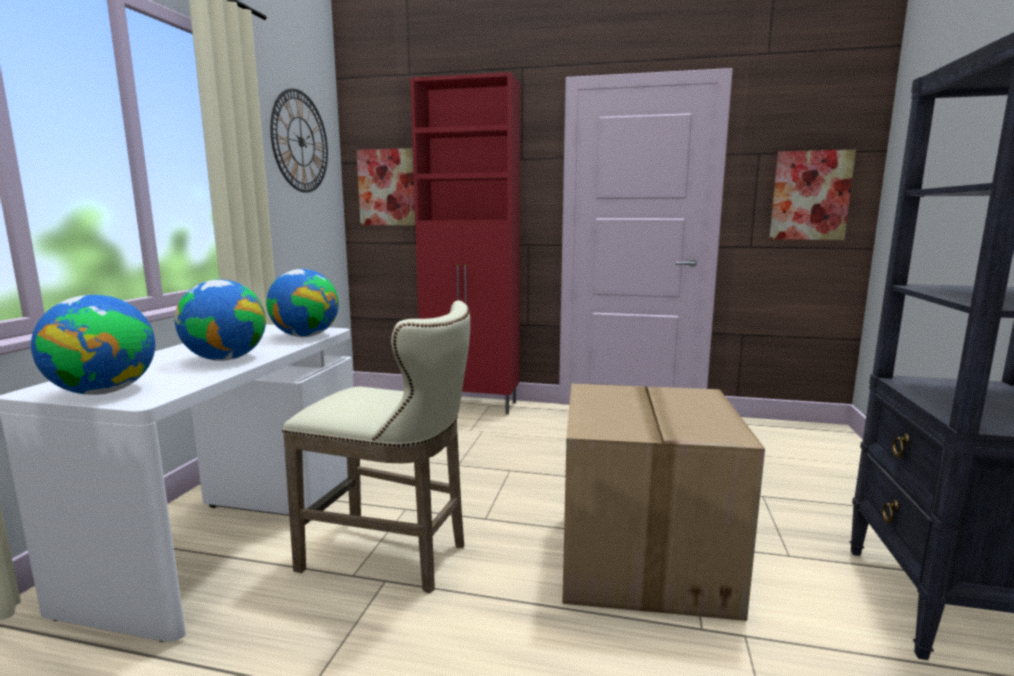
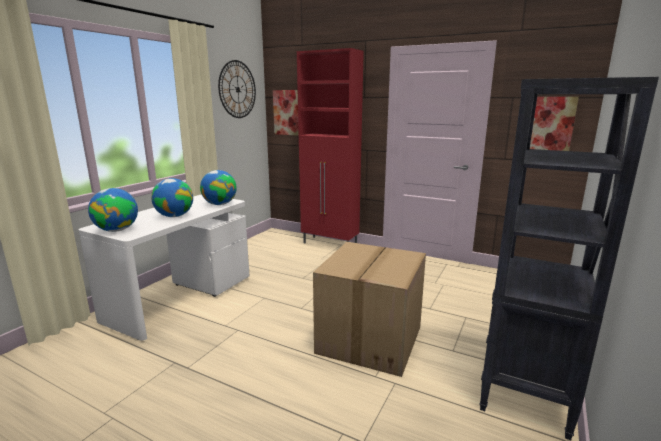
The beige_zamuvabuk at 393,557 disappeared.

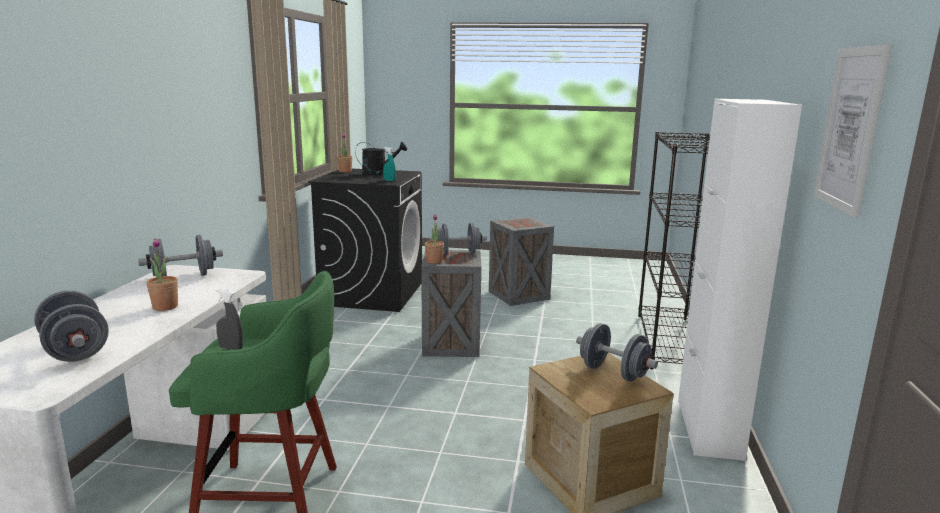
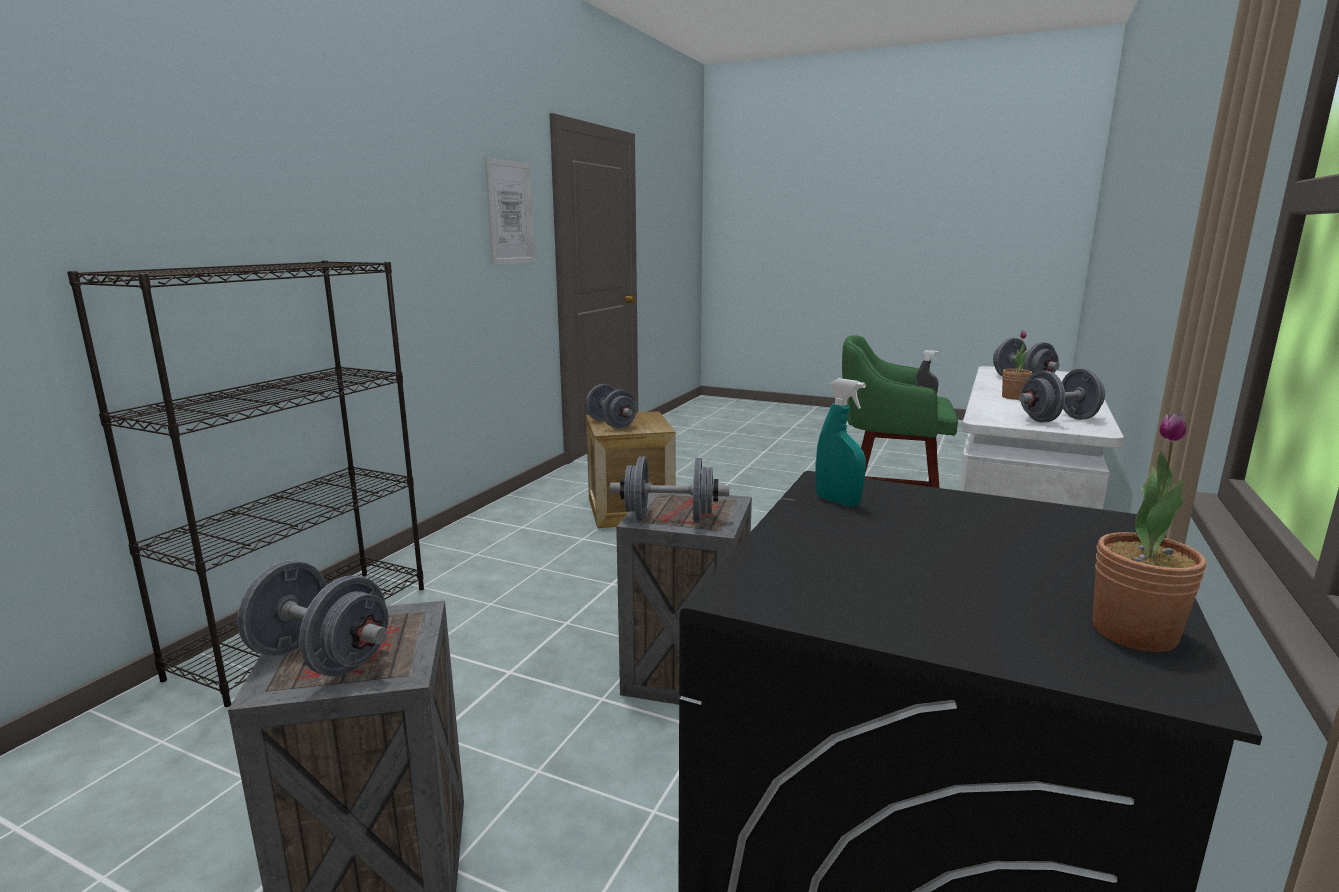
The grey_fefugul at 320,658 appeared. The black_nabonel at 379,173 disappeared. The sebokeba at 434,261 disappeared. The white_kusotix at 709,428 disappeared.

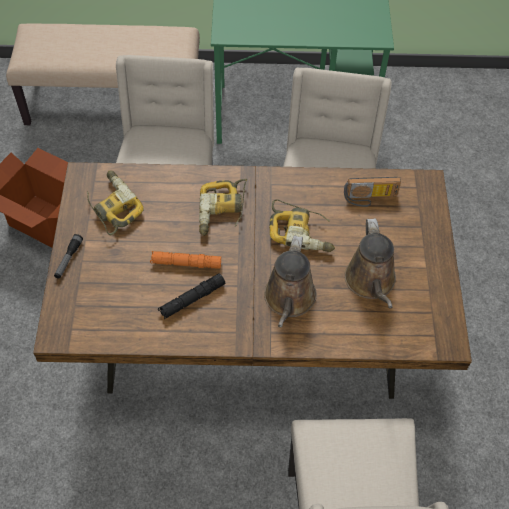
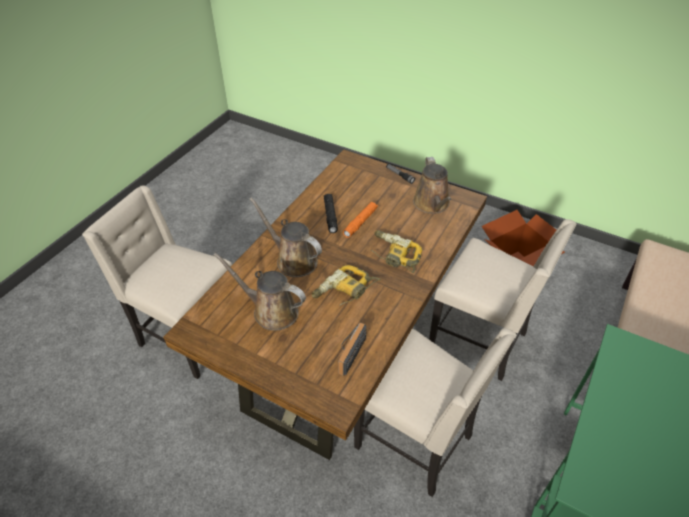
The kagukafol at 112,206 was replaced by the brown_nabonel at 432,204.

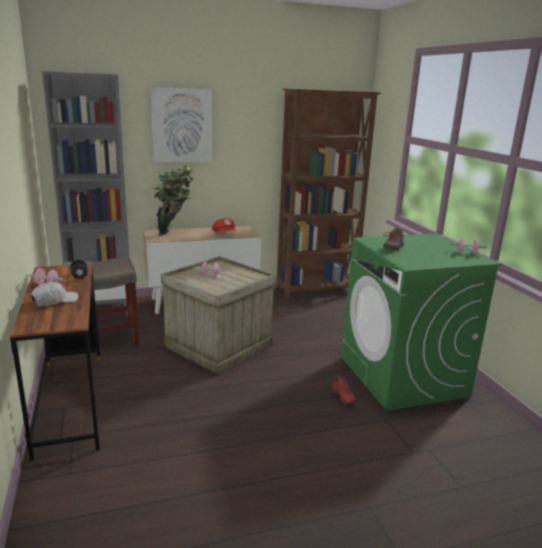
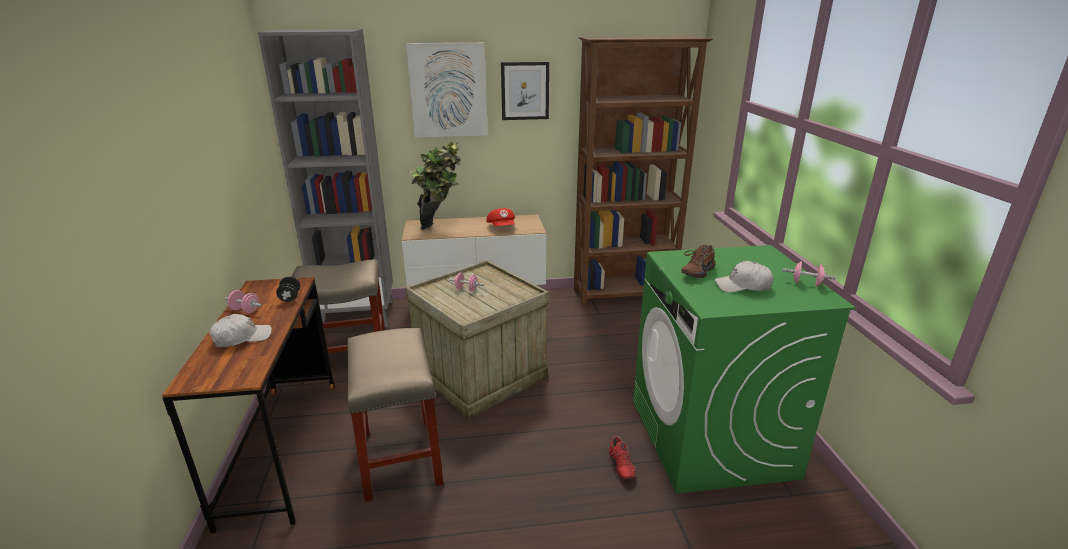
The beige_zamuvabuk at 401,458 appeared. The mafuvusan at 525,91 appeared. The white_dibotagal at 743,286 appeared.

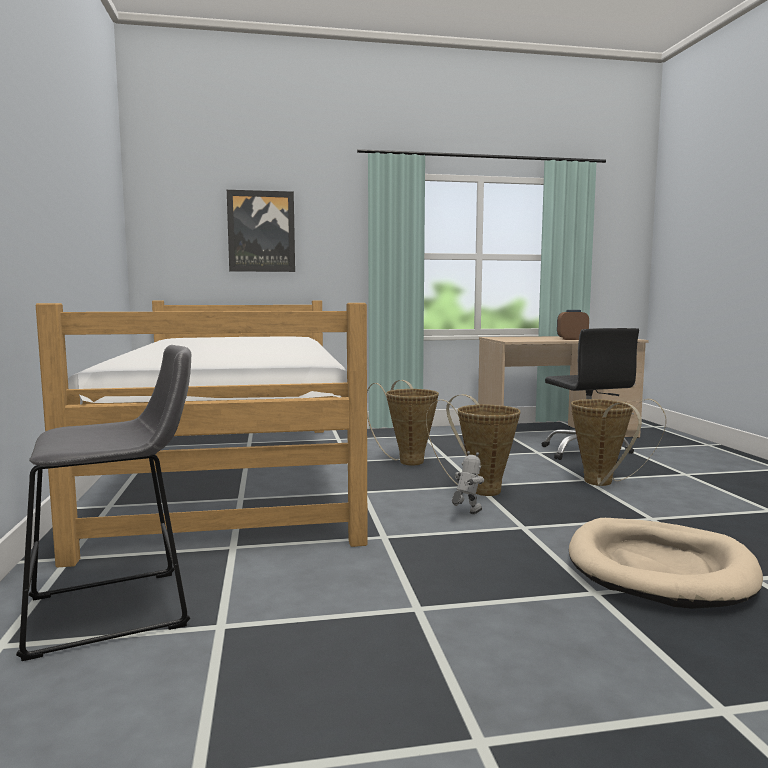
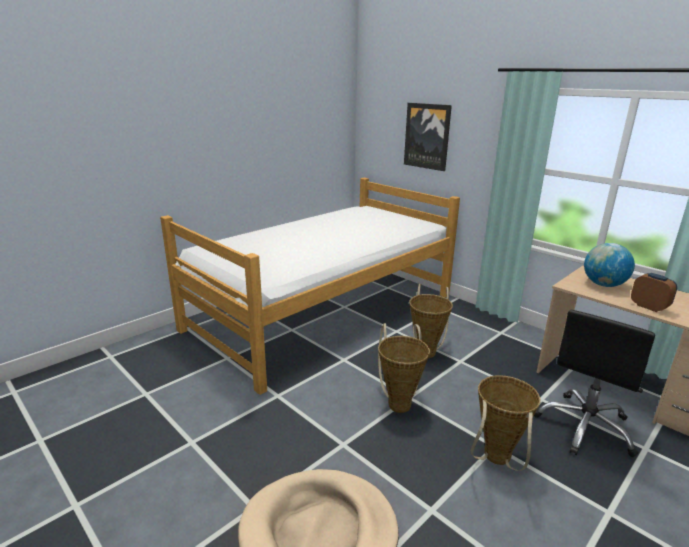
The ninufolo at 603,285 appeared. The grey_zamuvabuk at 118,610 disappeared. The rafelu at 466,514 disappeared.

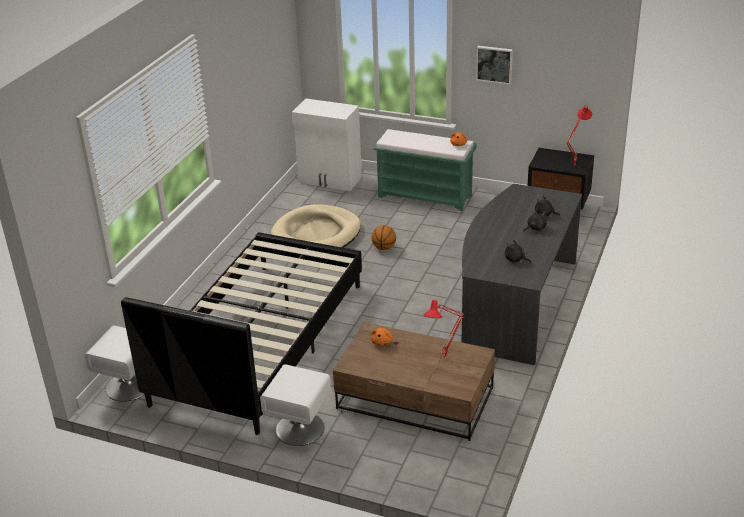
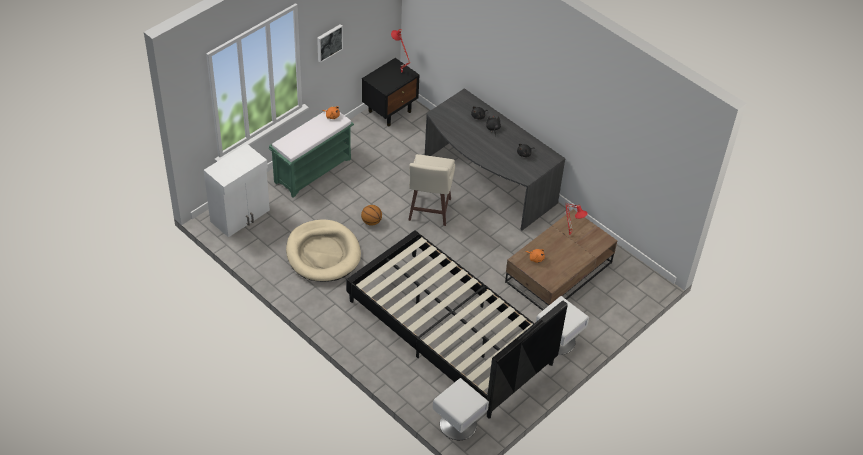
The beige_zamuvabuk at 429,210 appeared.

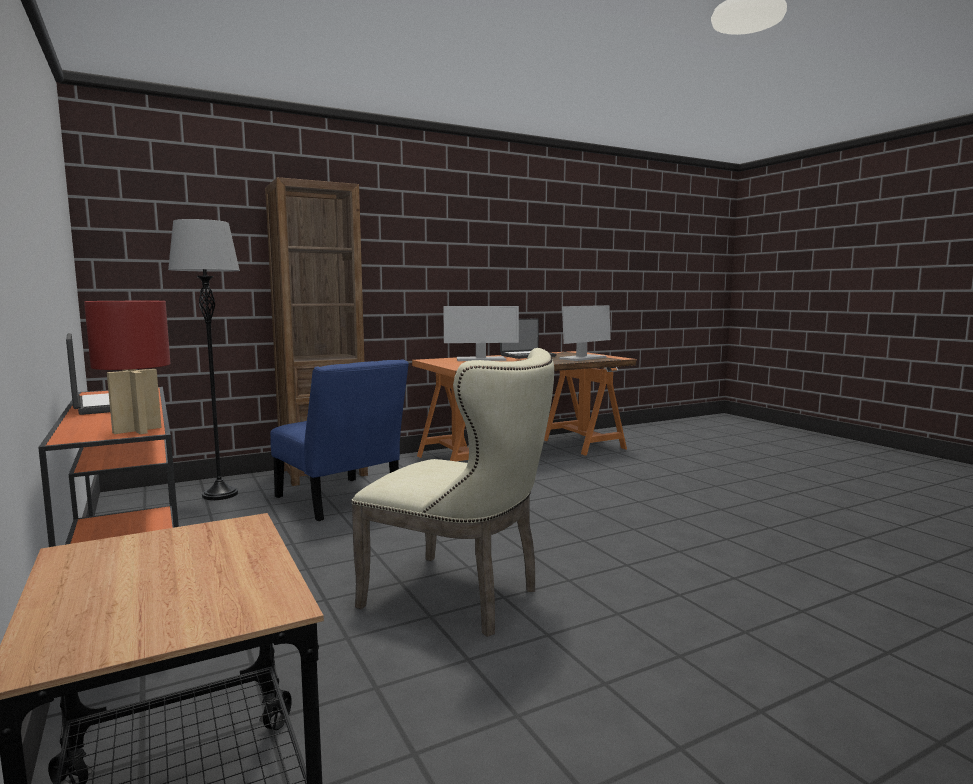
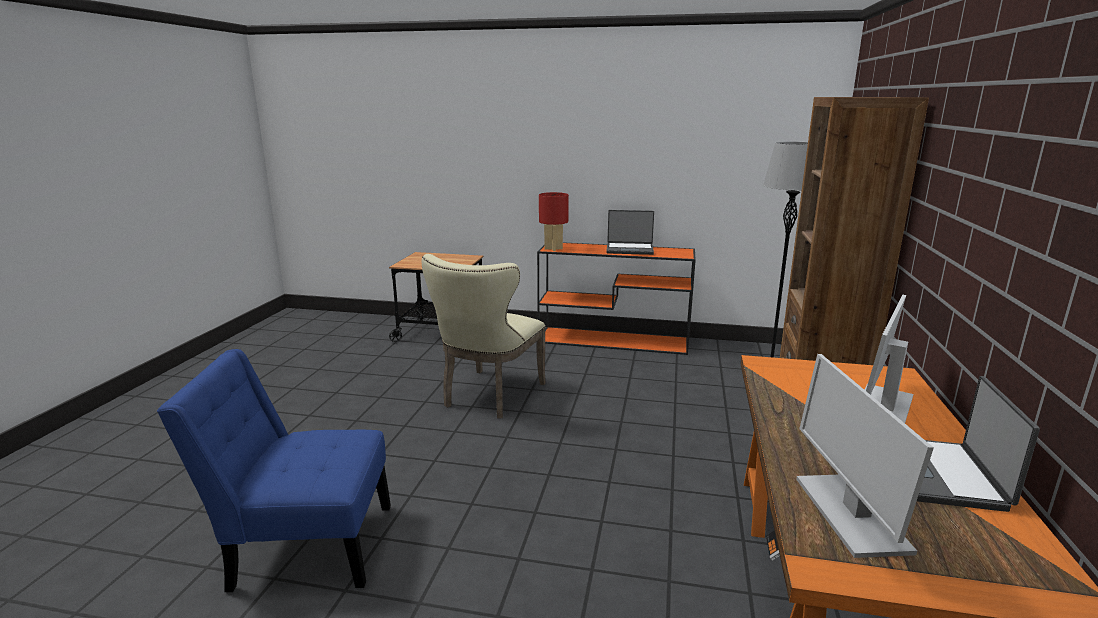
The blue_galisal moved from 341,501 to 305,545. The beige_galisal at 462,597 turned 45 degrees counterclockwise.

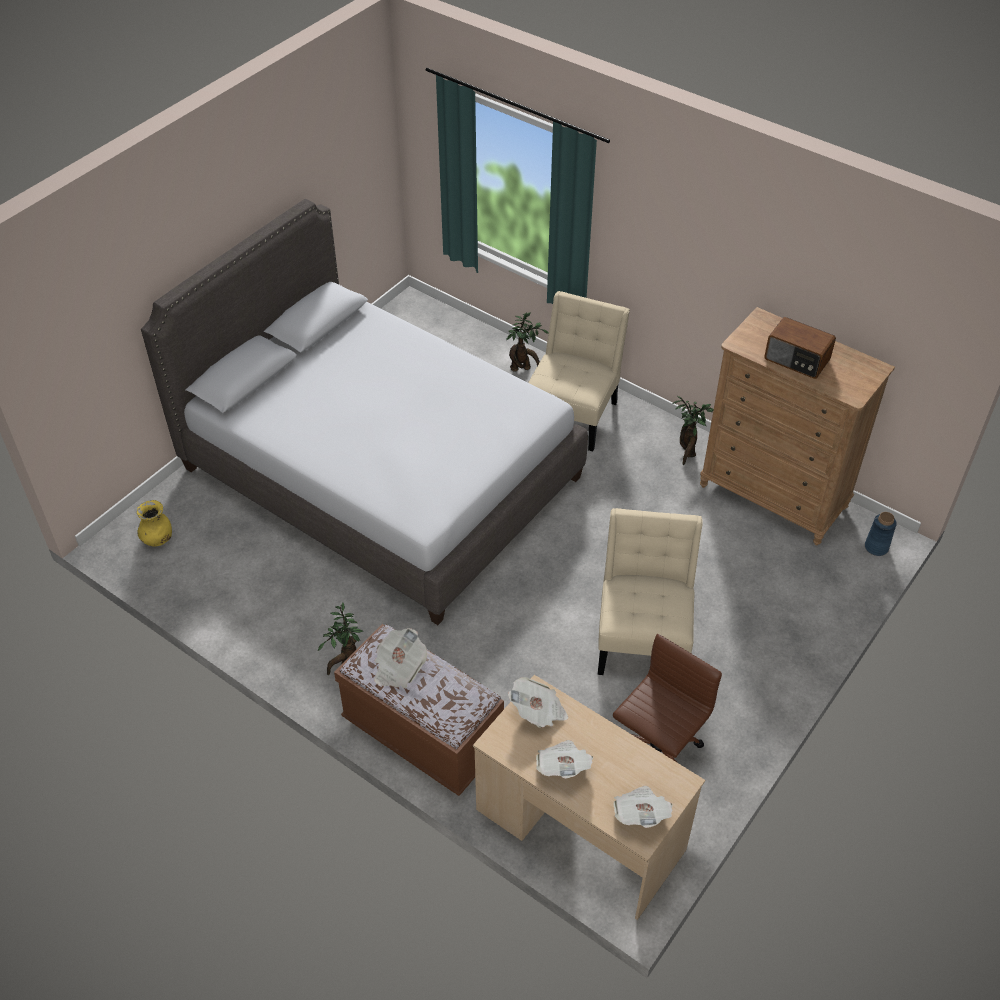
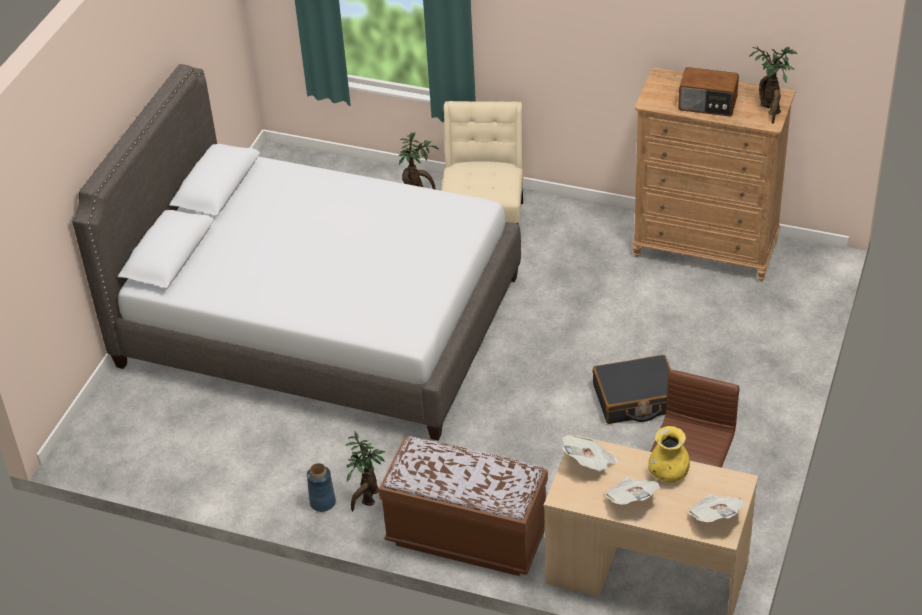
The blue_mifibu moved from 876,547 to 323,502. The beige_galisal at 643,636 was replaced by the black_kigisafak at 636,399. The yellow_mifibu moved from 158,539 to 668,473. The sebokeba moved from 687,452 to 770,111. The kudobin at 398,668 disappeared.

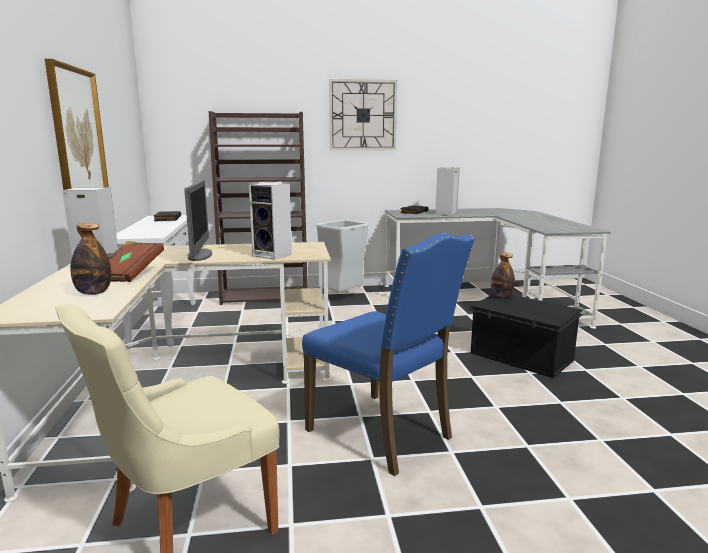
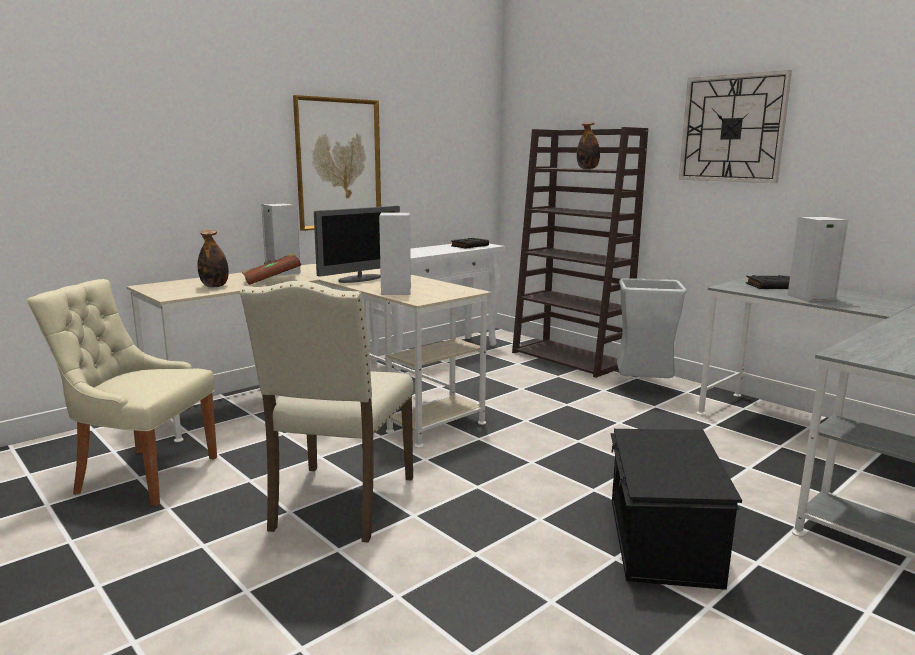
The blue_galisal at 383,433 became the beige_galisal at 339,504. The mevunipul moved from 501,296 to 587,169.

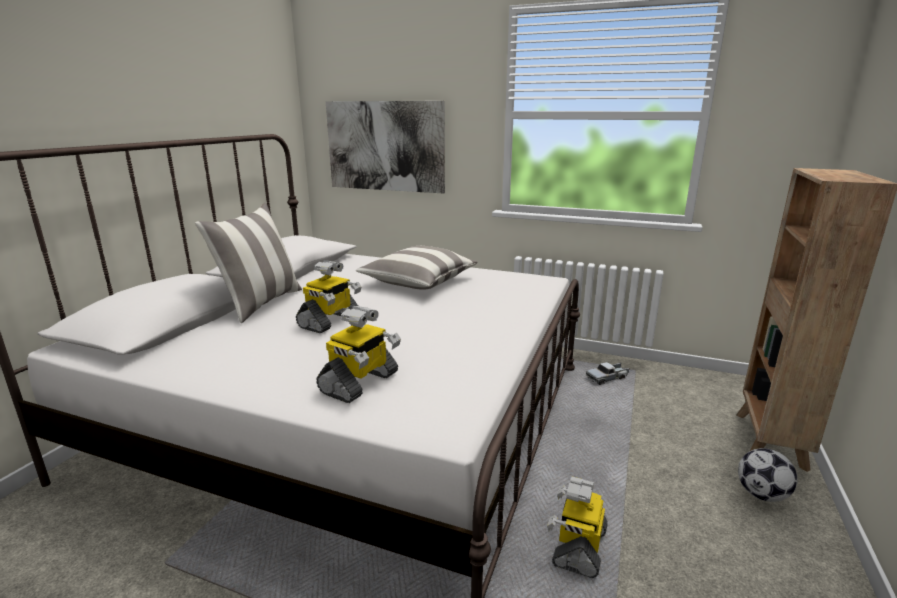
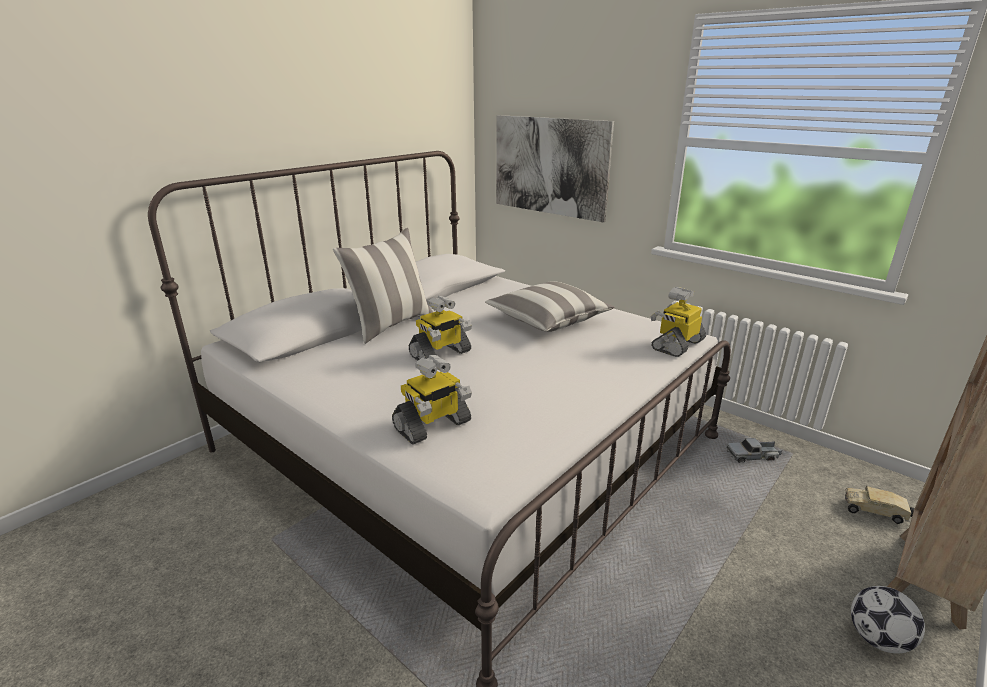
The rafelu moved from 578,547 to 676,345. The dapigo at 875,511 appeared.

